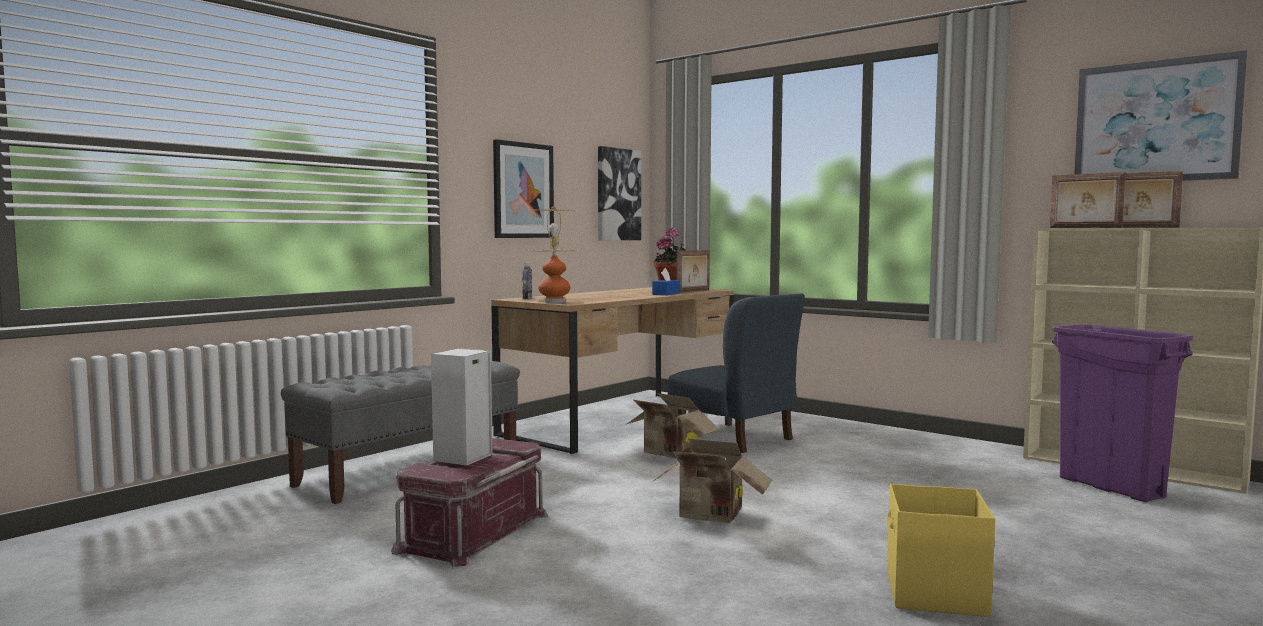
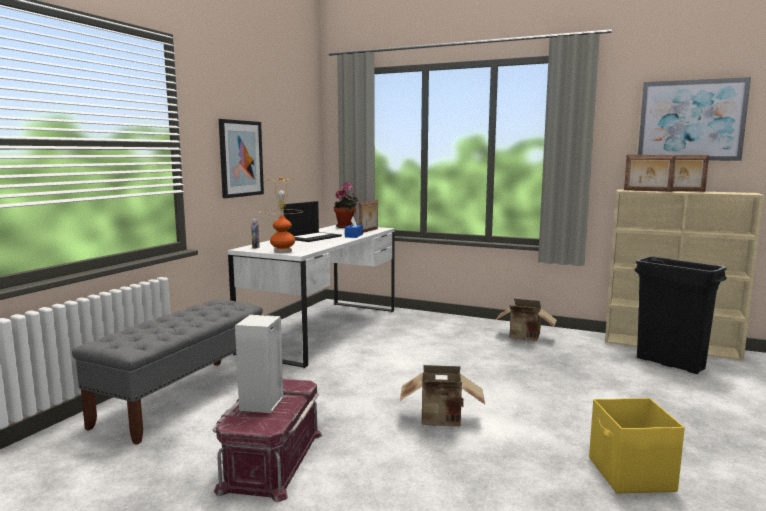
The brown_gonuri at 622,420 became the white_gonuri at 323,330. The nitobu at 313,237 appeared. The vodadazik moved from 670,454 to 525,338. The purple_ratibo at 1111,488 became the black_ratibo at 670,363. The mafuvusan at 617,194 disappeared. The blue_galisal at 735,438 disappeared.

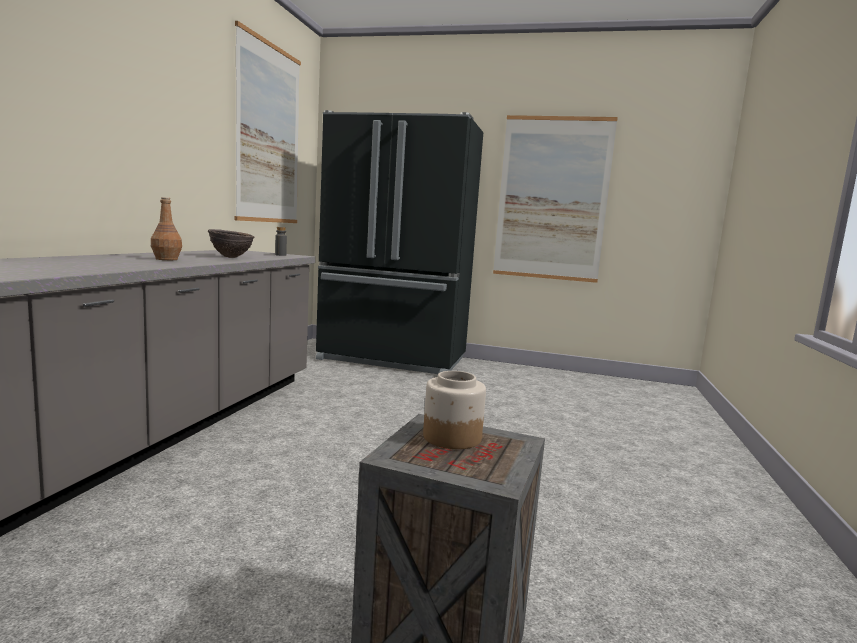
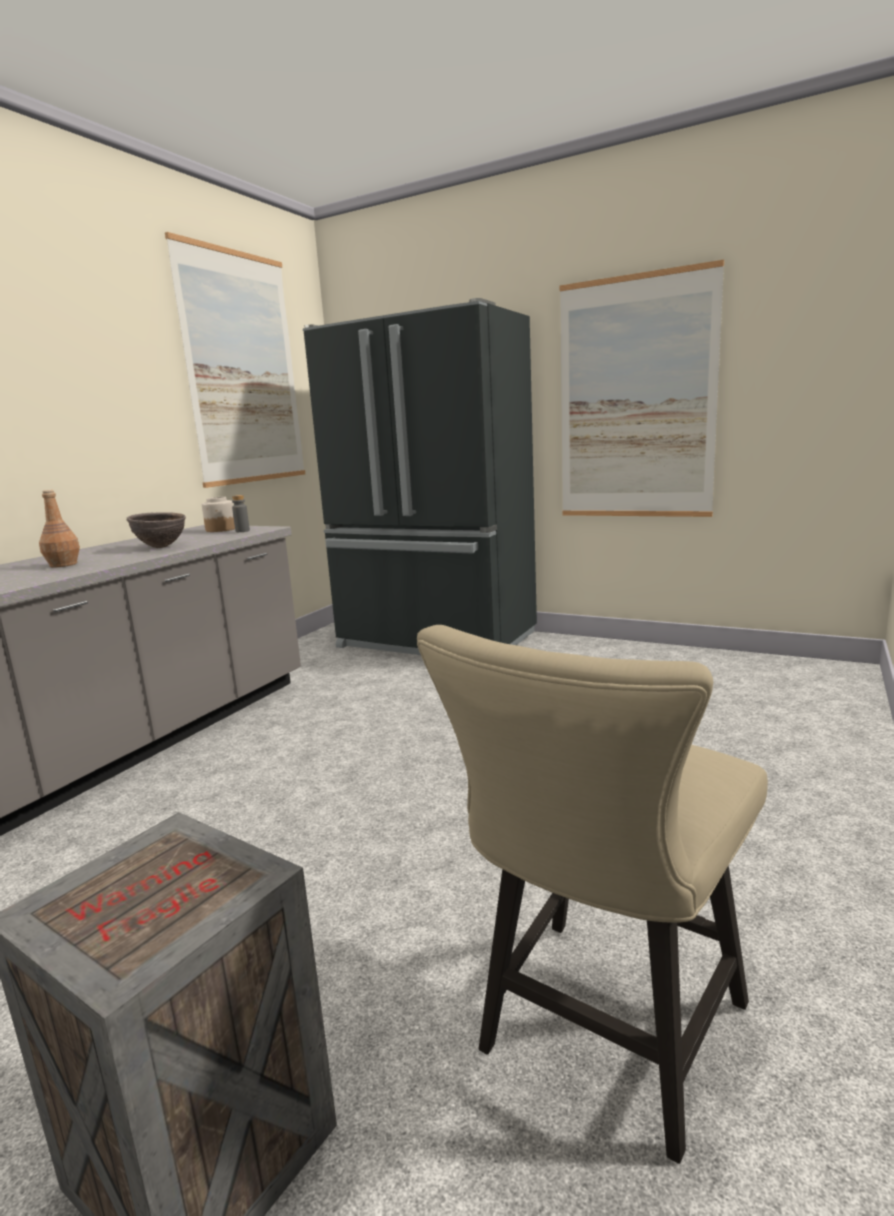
The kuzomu moved from 451,437 to 220,529. The beige_galisal at 603,1038 appeared.

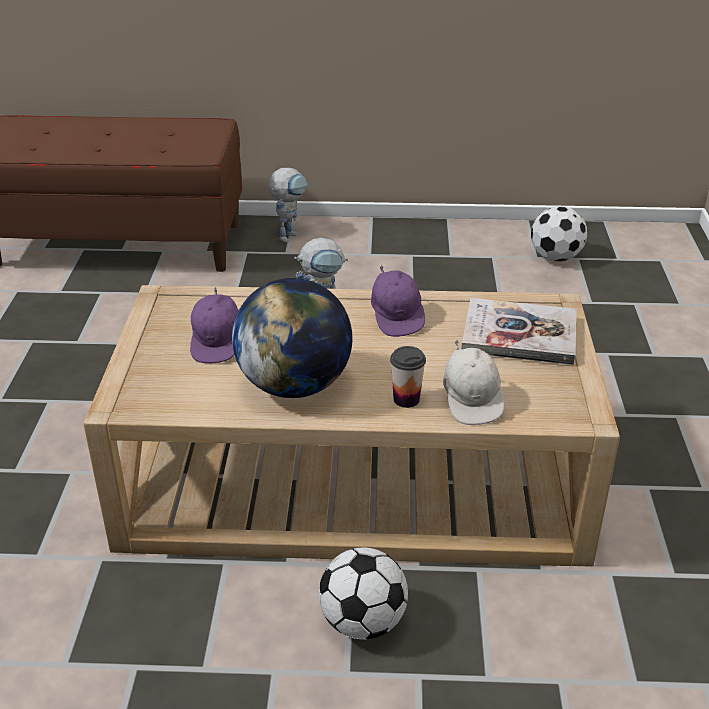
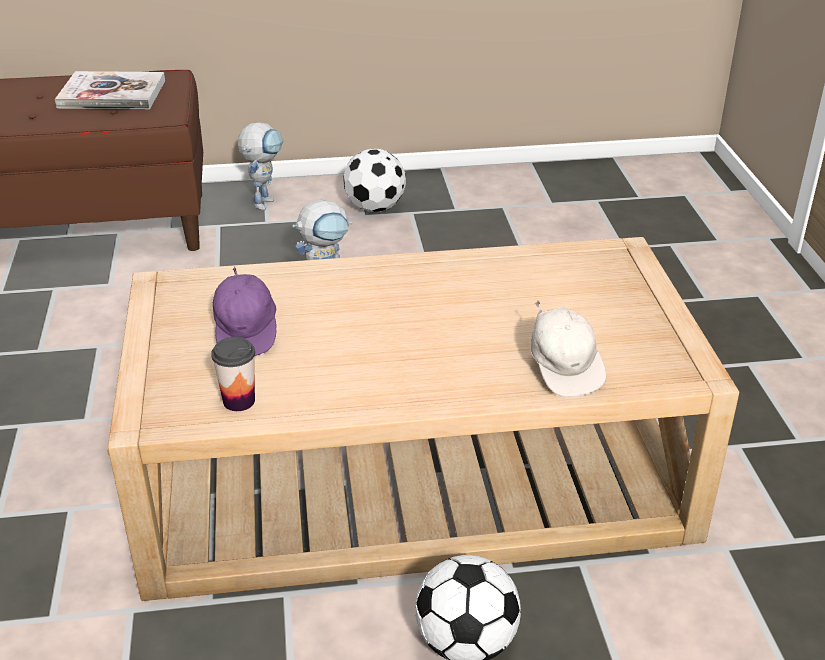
The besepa moved from 519,334 to 112,94. The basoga moved from 406,399 to 239,401. The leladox moved from 556,257 to 375,207. The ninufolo at 294,385 disappeared. The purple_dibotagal at 397,317 disappeared.

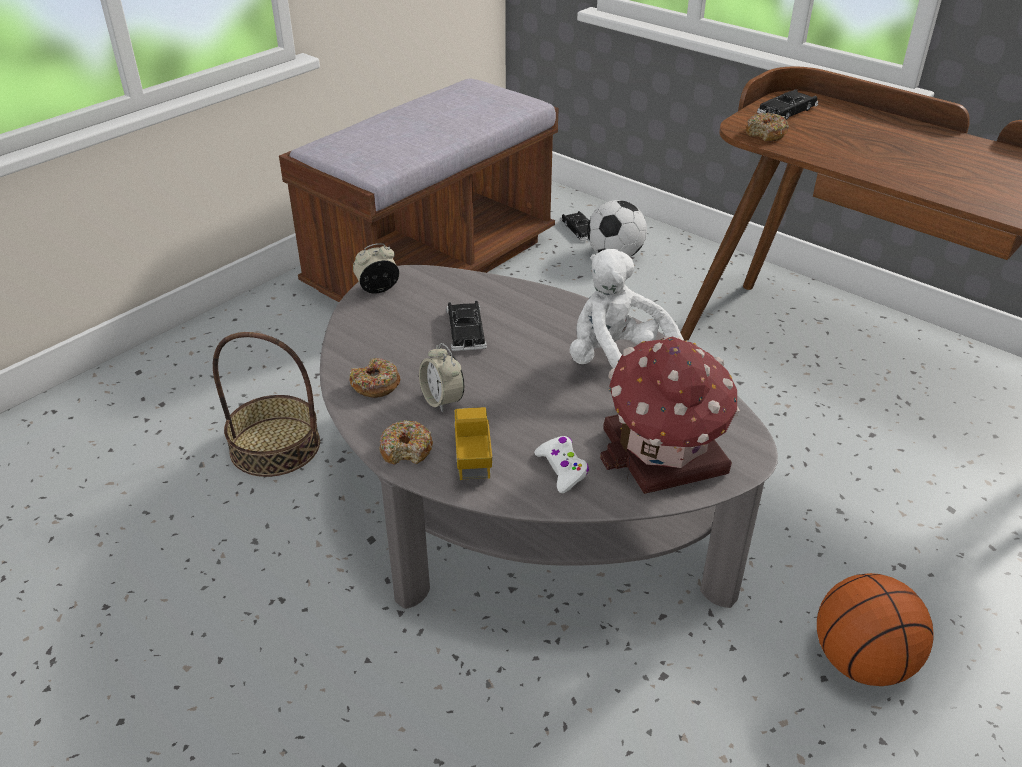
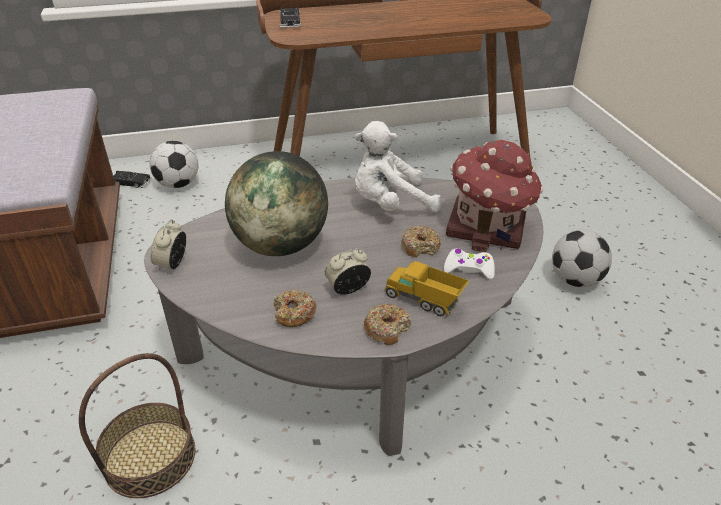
The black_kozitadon at 466,331 was replaced by the ninufolo at 280,245. The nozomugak at 442,400 turned 150 degrees clockwise. The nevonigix moved from 766,134 to 420,247. The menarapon at 860,662 was replaced by the leladox at 575,280.

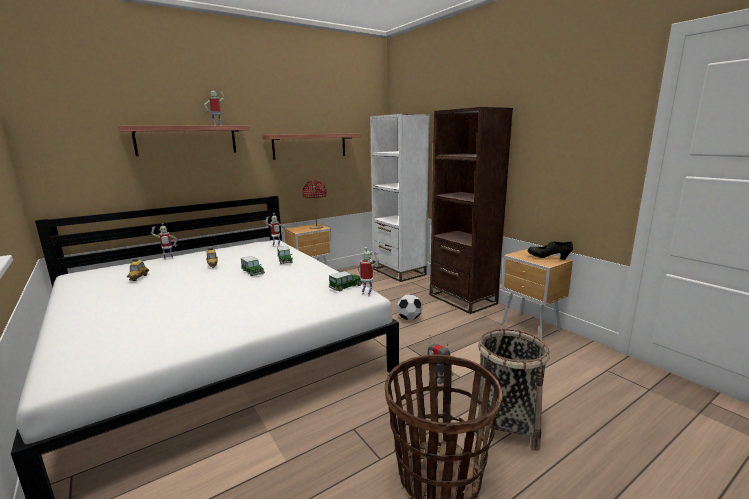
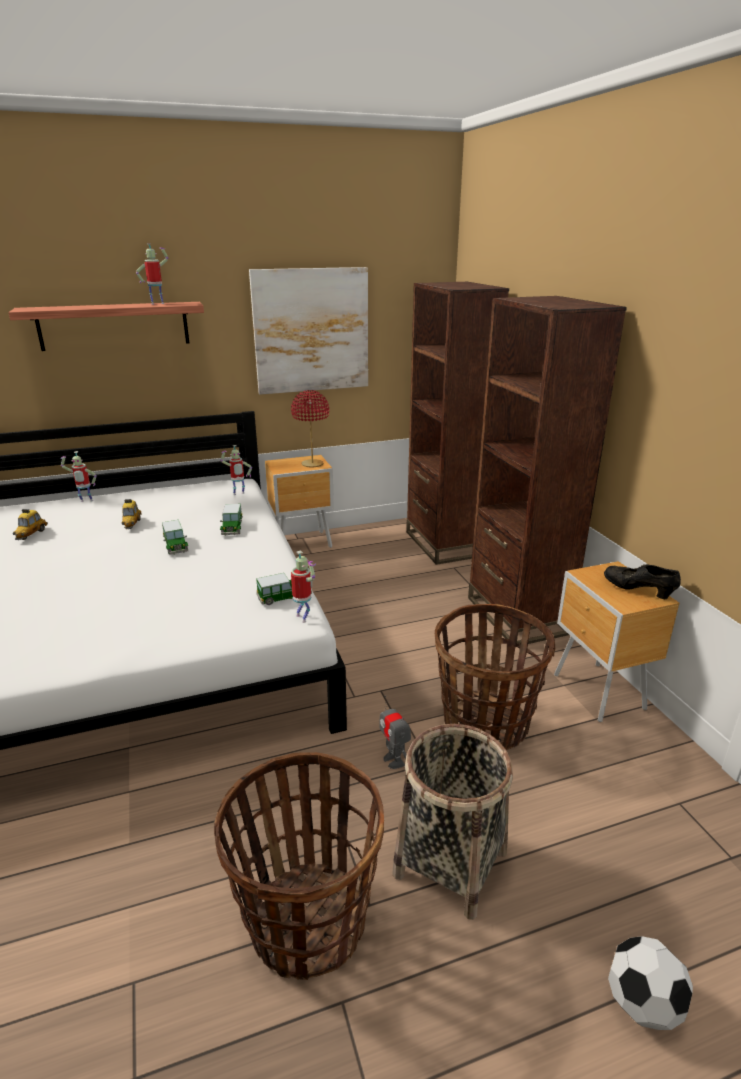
The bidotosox at 310,146 was replaced by the mafuvusan at 311,331. The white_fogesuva at 398,272 became the brown_fogesuva at 444,544. The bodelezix at 485,725 appeared. The leladox moved from 409,318 to 642,1003.

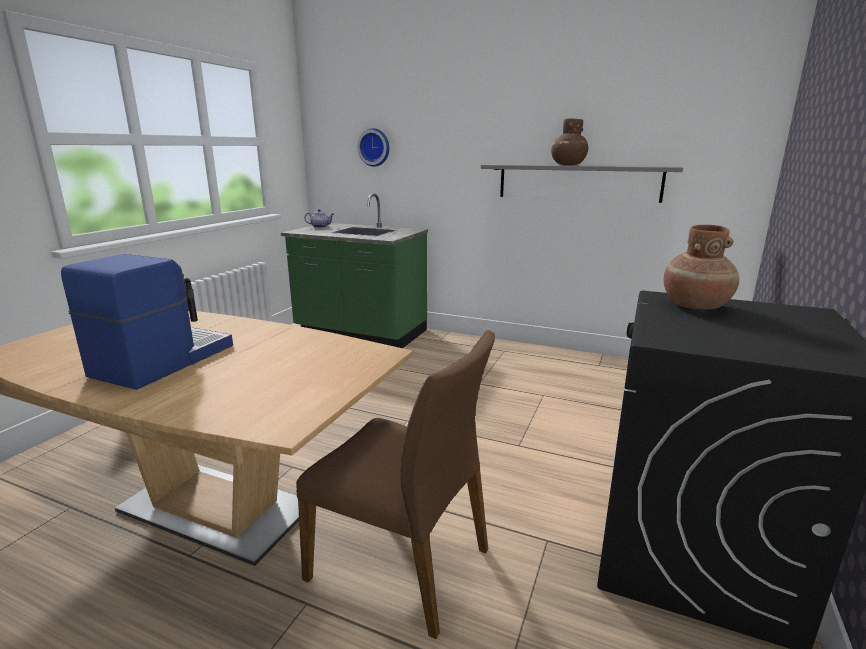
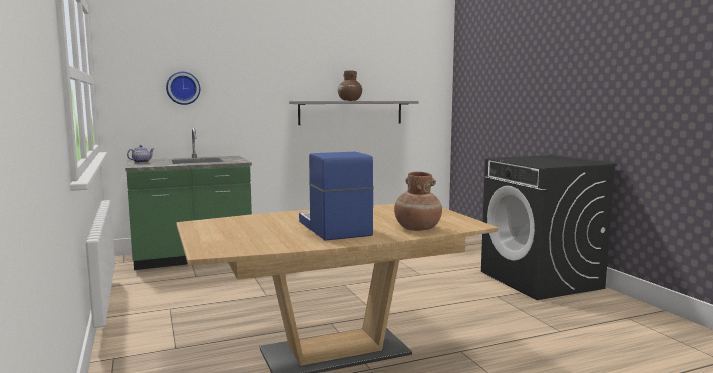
The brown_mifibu moved from 695,306 to 417,228. The brown_galisal at 402,563 disappeared.

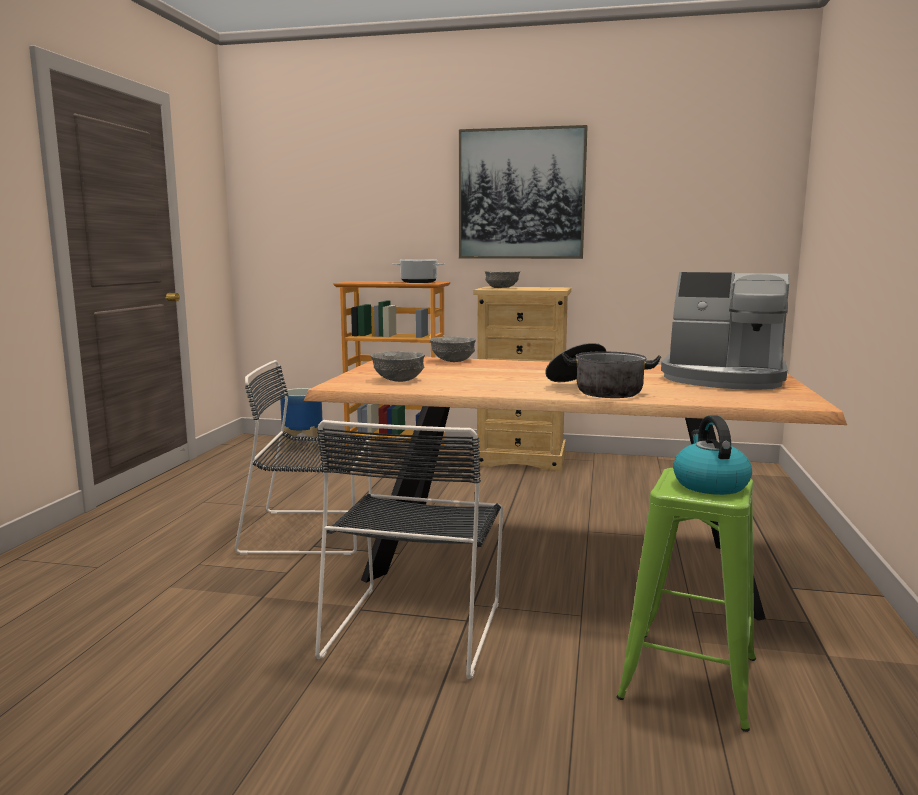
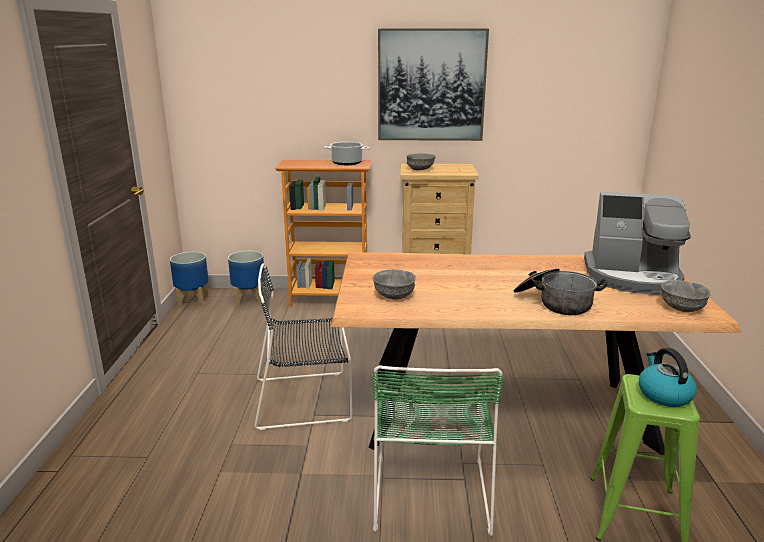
The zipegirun at 194,301 appeared. The black_galisal at 416,625 became the green_galisal at 430,489. The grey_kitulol moved from 453,360 to 681,308.

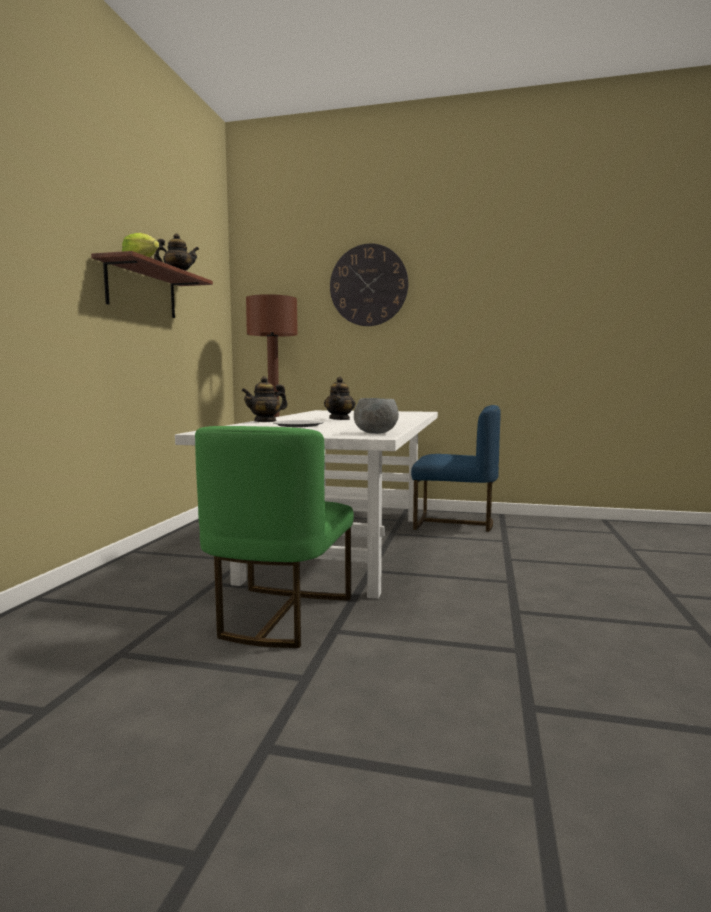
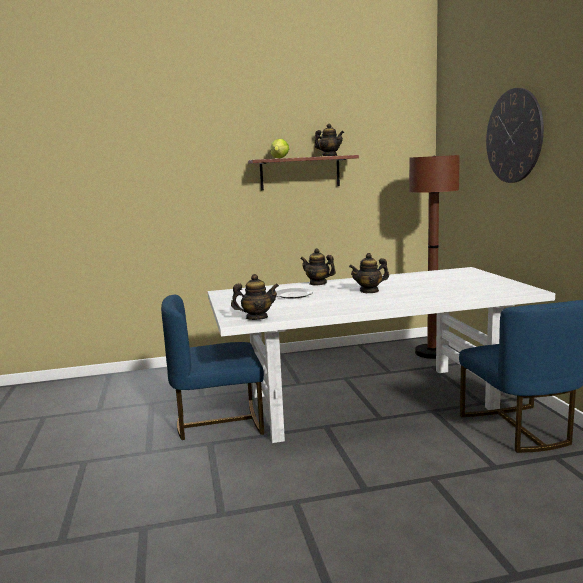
The green_galisal at 279,616 became the blue_galisal at 219,422. The grey_kitulol at 375,433 was replaced by the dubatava at 256,318.

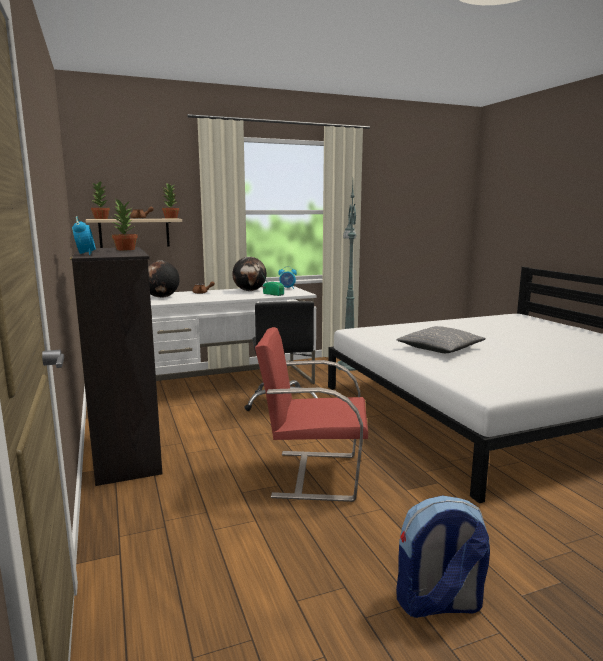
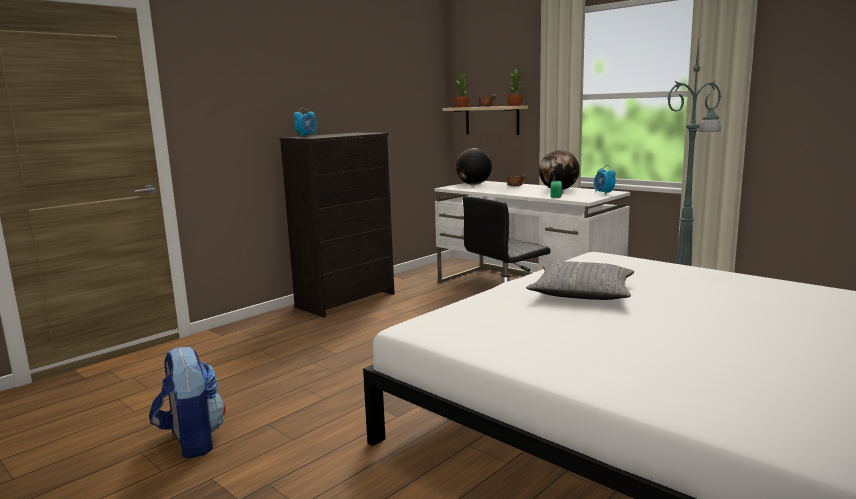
The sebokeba at 125,249 disappeared. The red_galisal at 313,474 disappeared.

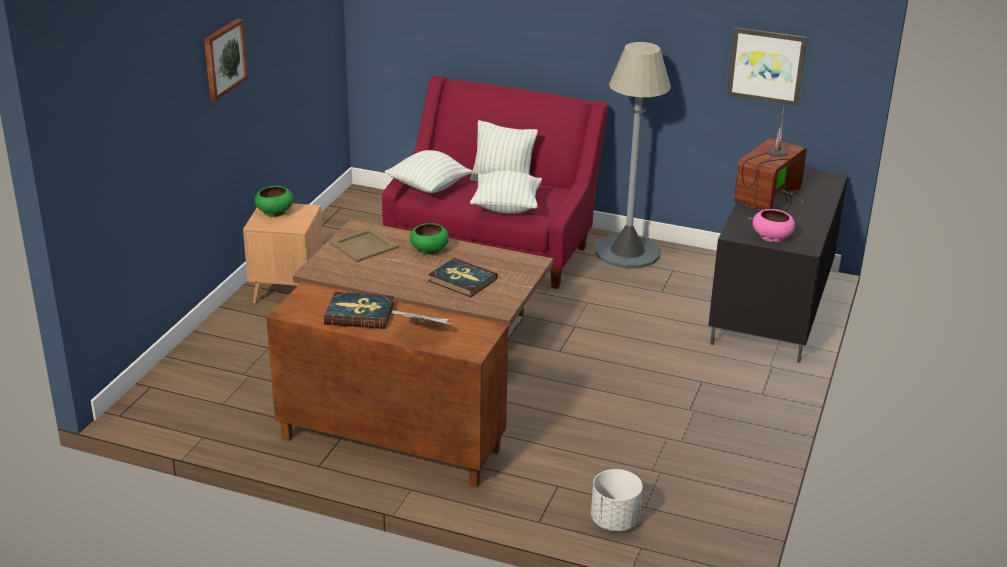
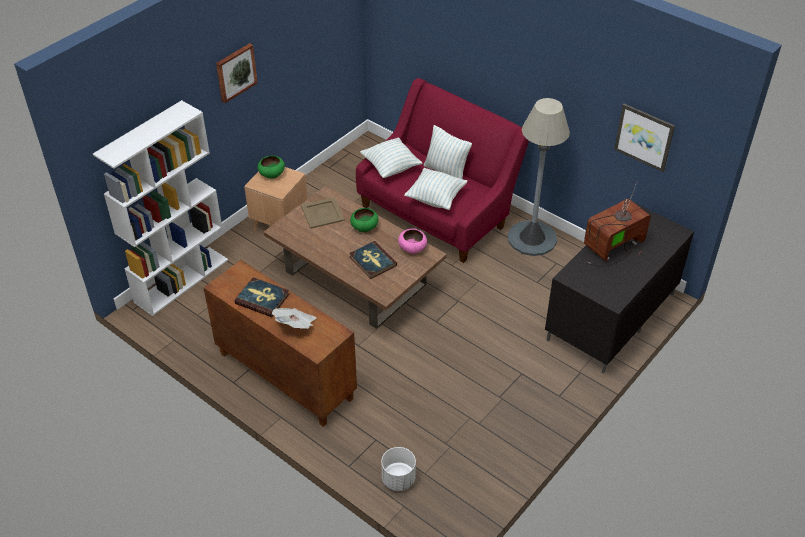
The white_fogesuva at 181,280 appeared. The pink_kitulol moved from 772,237 to 412,248.

